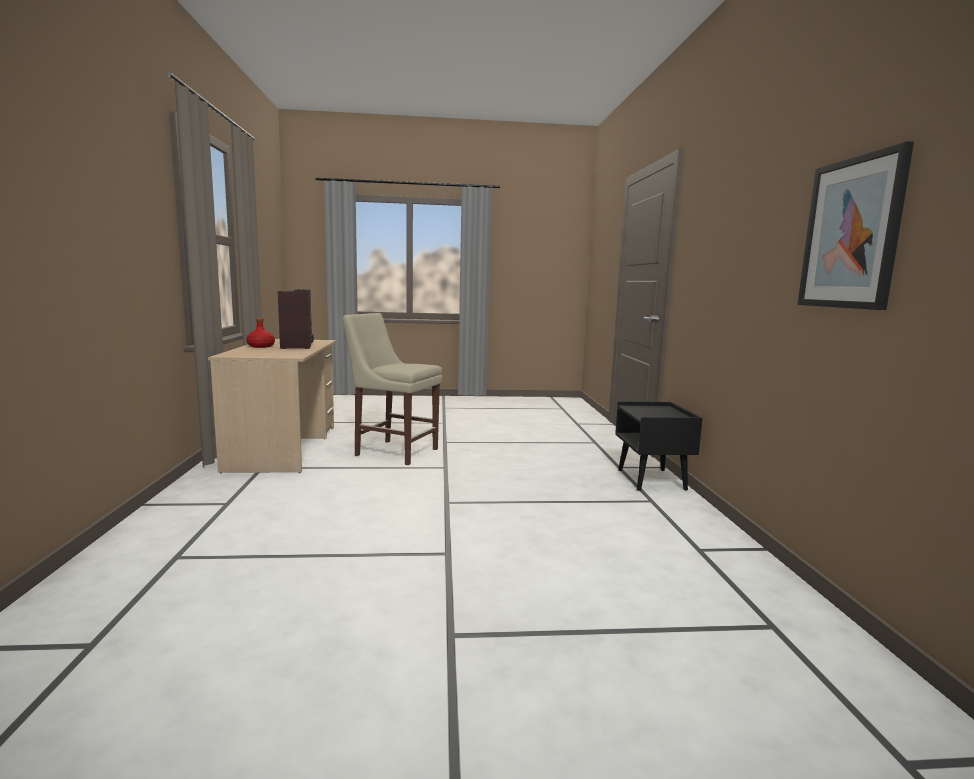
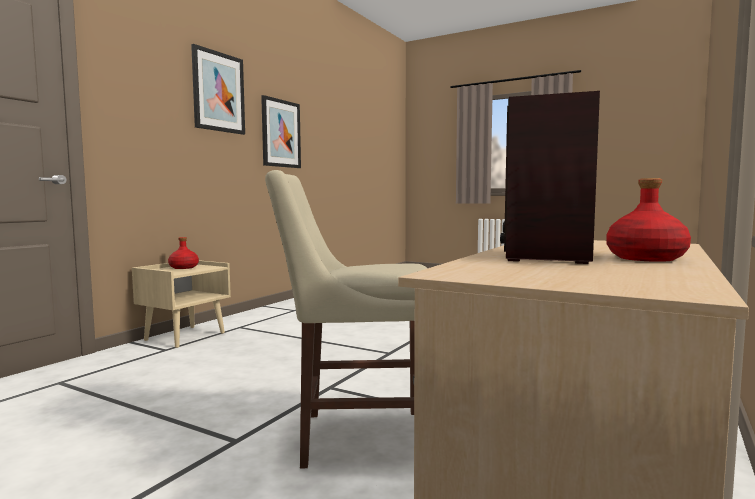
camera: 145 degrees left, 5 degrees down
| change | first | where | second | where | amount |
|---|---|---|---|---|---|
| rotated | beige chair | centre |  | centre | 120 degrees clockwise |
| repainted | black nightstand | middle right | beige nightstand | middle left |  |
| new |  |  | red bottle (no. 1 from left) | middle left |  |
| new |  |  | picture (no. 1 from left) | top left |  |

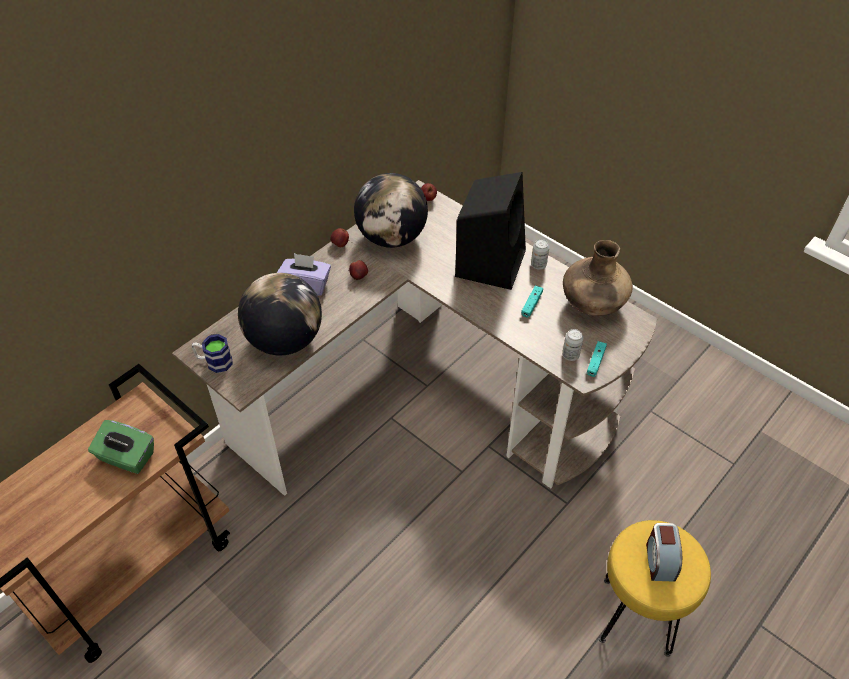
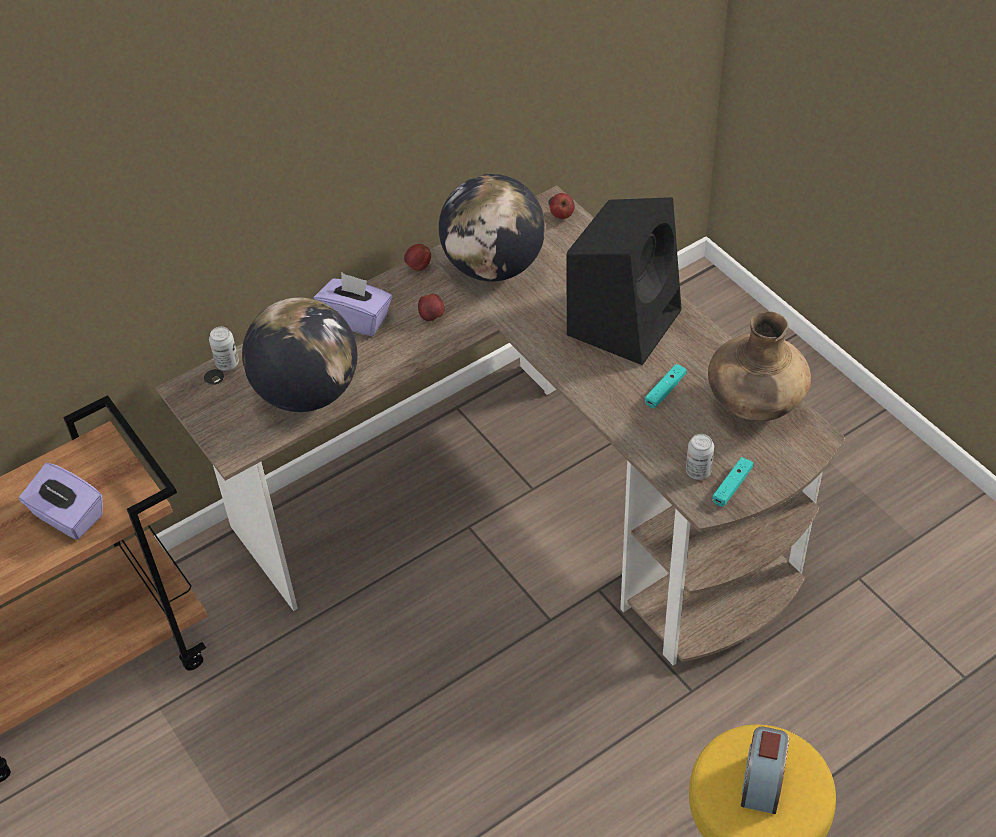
camera: 15 degrees right, 0 degrees up
| change | first | where | second | where | amount |
|---|---|---|---|---|---|
| repainted | green tissue box | middle left | purple tissue box (no. 1 from left) | middle left |  |
| gone | mug | middle left |  |  |  |
| shifted | can (no. 1 from left) | centre |  | middle left |  |

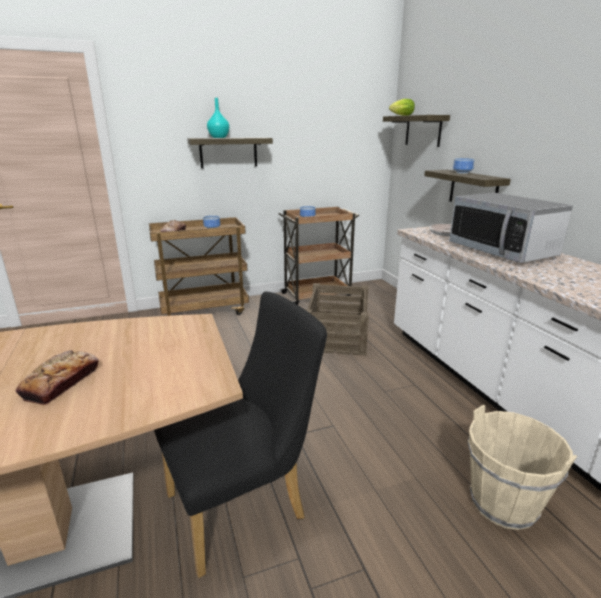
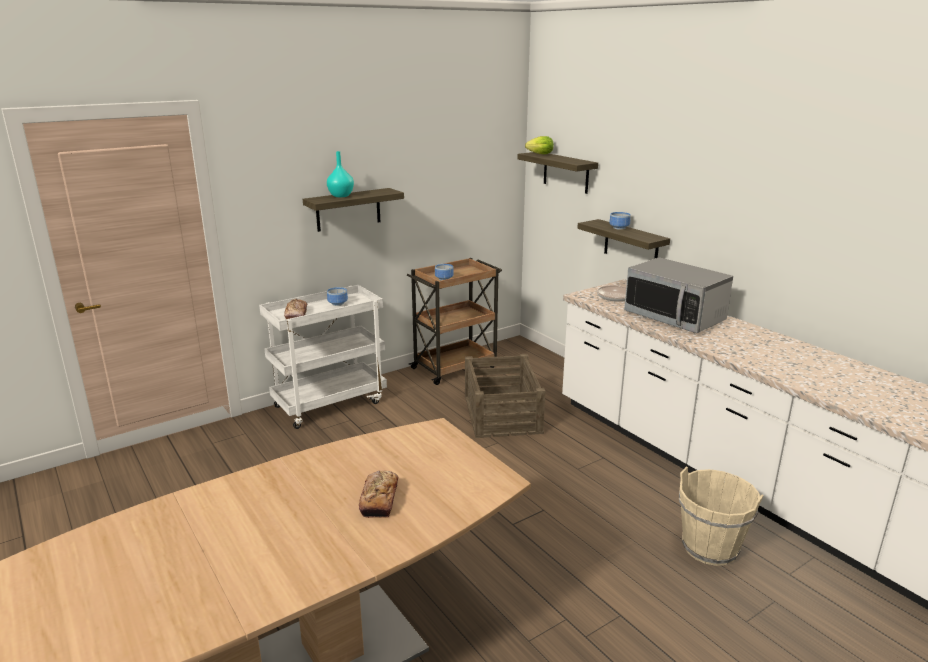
camera: 15 degrees left, 0 degrees up
| change | first | where | second | where | amount |
|---|---|---|---|---|---|
| repainted | brown cart (no. 1 from left) | middle left | white cart | centre |  |
| gone | black chair | bottom centre |  |  |  |

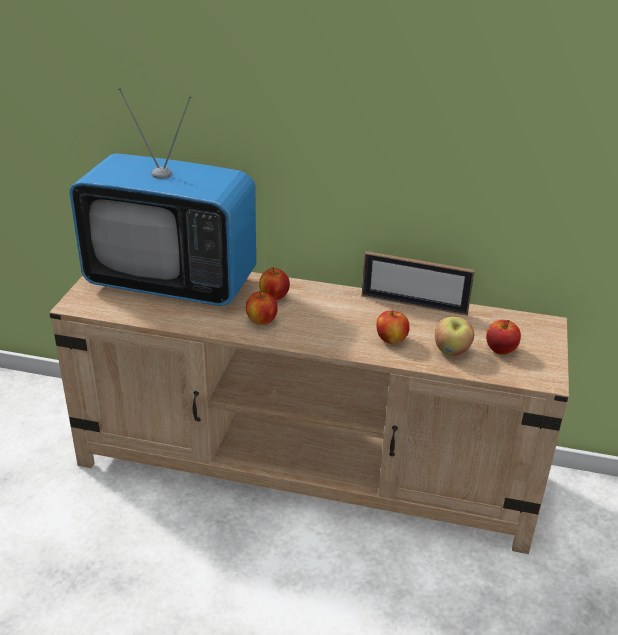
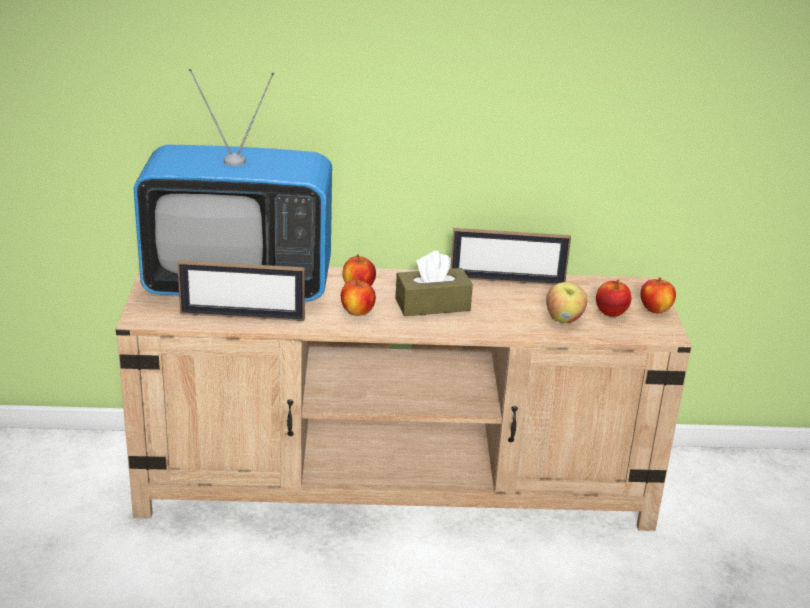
camera: 15 degrees left, 5 degrees down
| change | first | where | second | where | amount |
|---|---|---|---|---|---|
| shifted | apple (no. 3 from left in the first image) | centre | apple (no. 5 from left) | middle right |  |
| new |  |  | picture frame (no. 1 from left) | middle left |  |
| new |  |  | brown tissue box | centre |  |

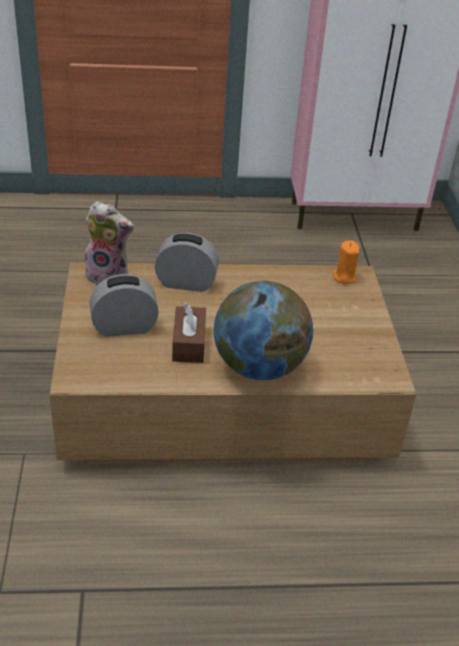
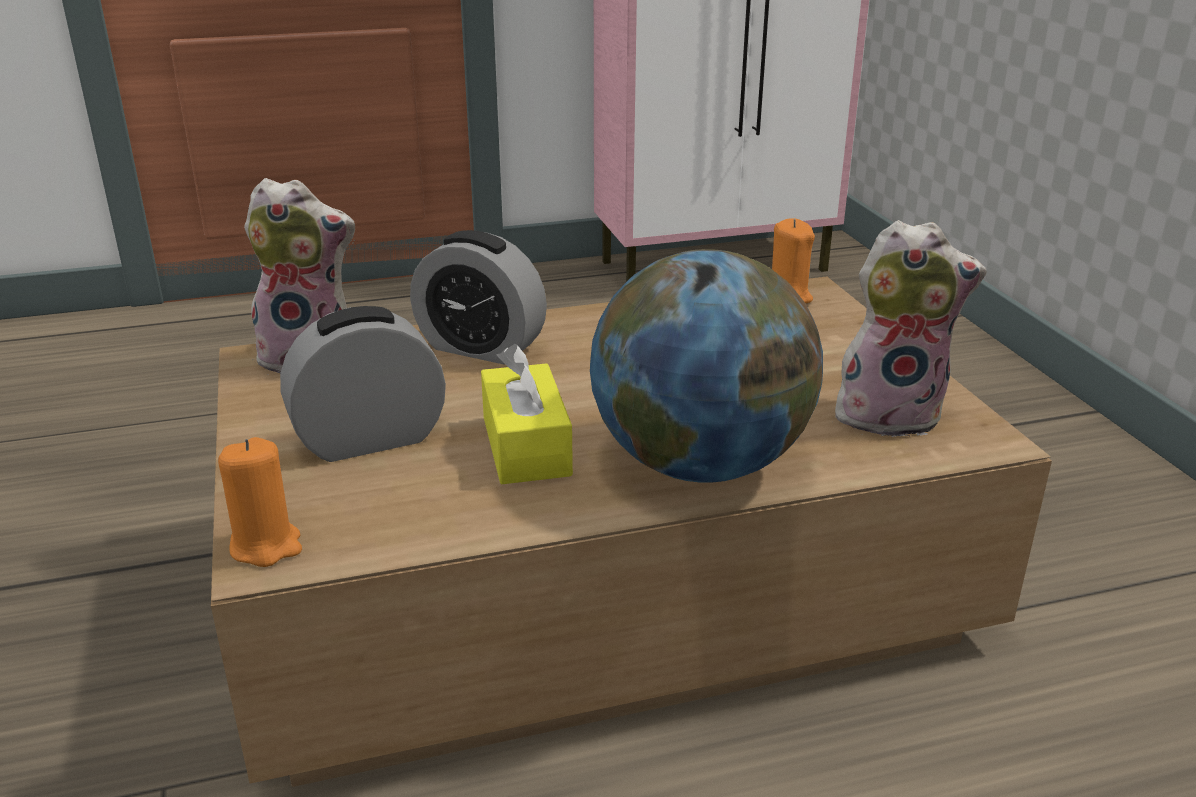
camera: 10 degrees left, 10 degrees down
| change | first | where | second | where | amount |
|---|---|---|---|---|---|
| rotated | alarm clock (no. 2 from left) | centre |  | centre | 150 degrees counterclockwise |
| repainted | brown tissue box | centre | yellow tissue box | centre |  |
| new |  |  | orange candle (no. 1 from left) | middle left |  |
| new |  |  | plush toy (no. 2 from left) | middle right |  |

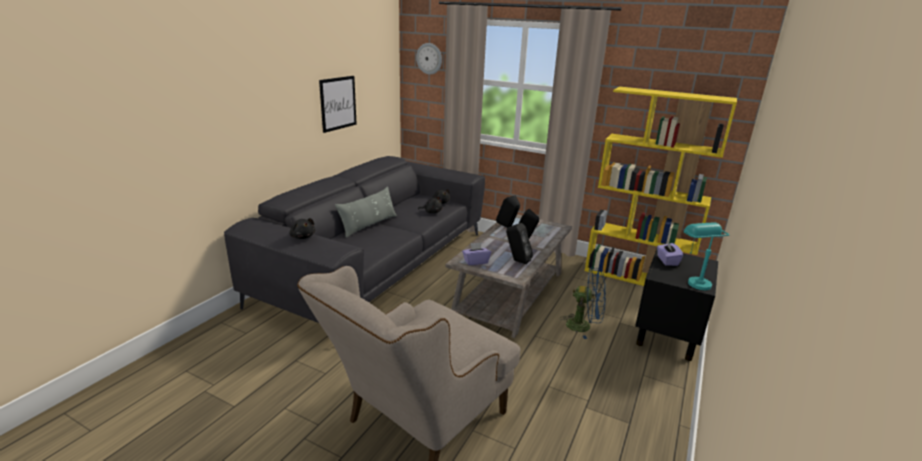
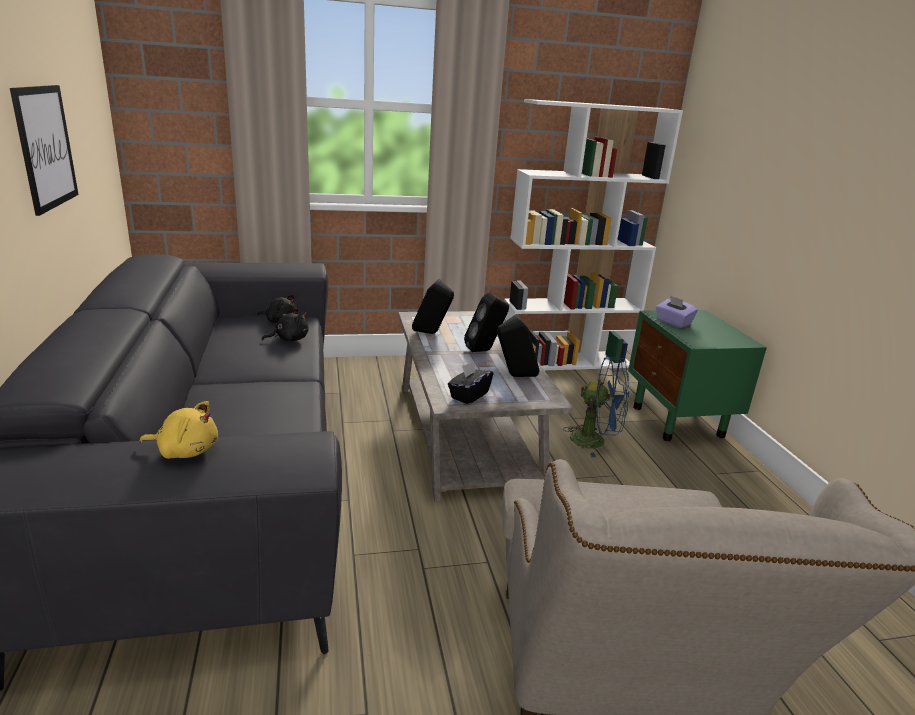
camera: 40 degrees left, 0 degrees up
| change | first | where | second | where | amount |
|---|---|---|---|---|---|
| repainted | black plush toy (no. 1 from left) | middle left | yellow plush toy | middle left |  |
| gone | grey pillow | centre |  |  |  |
| gone | wall clock | top centre |  |  |  |
| repainted | purple tissue box (no. 1 from left) | centre | black tissue box | centre |  |
| rotated | blue fan | centre |  | centre | 45 degrees clockwise |
| repainted | yellow bookcase | middle right | white bookcase | top centre |  |
| repainted | black nightstand | middle right | green nightstand | middle right |  |
| gone | turquoise table lamp | middle right |  |  |  |

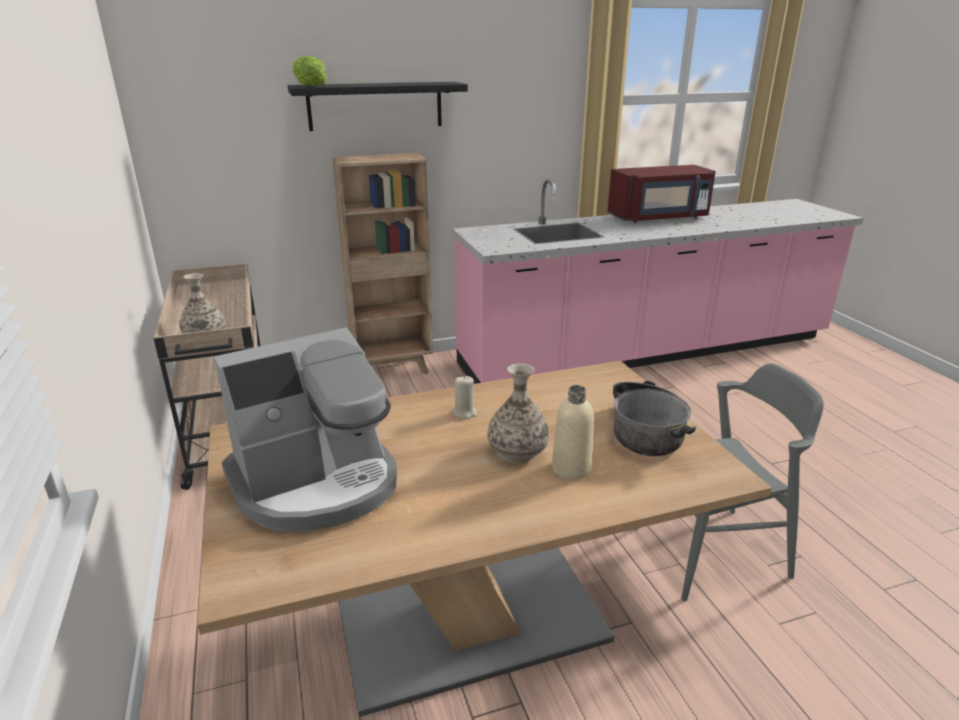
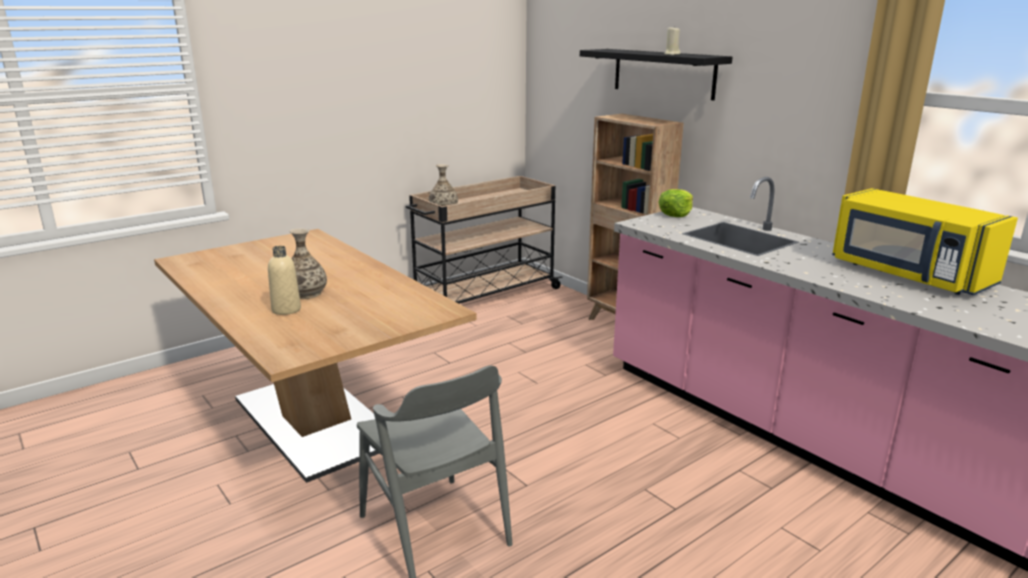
camera: 70 degrees right, 5 degrees down
| change | first | where | second | where | amount |
|---|---|---|---|---|---|
| gone | coffee machine | middle left |  |  |  |
| shifted | lettuce | top left |  | centre |  |
| shifted | beige candle | centre |  | top centre |  |
| repainted | red microwave | top right | yellow microwave | middle right |  |
| gone | cooking pot | middle right |  |  |  |

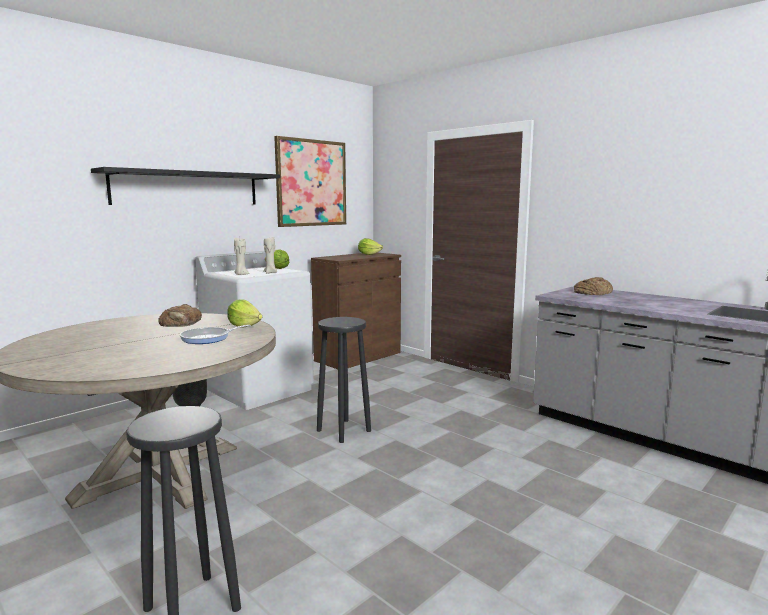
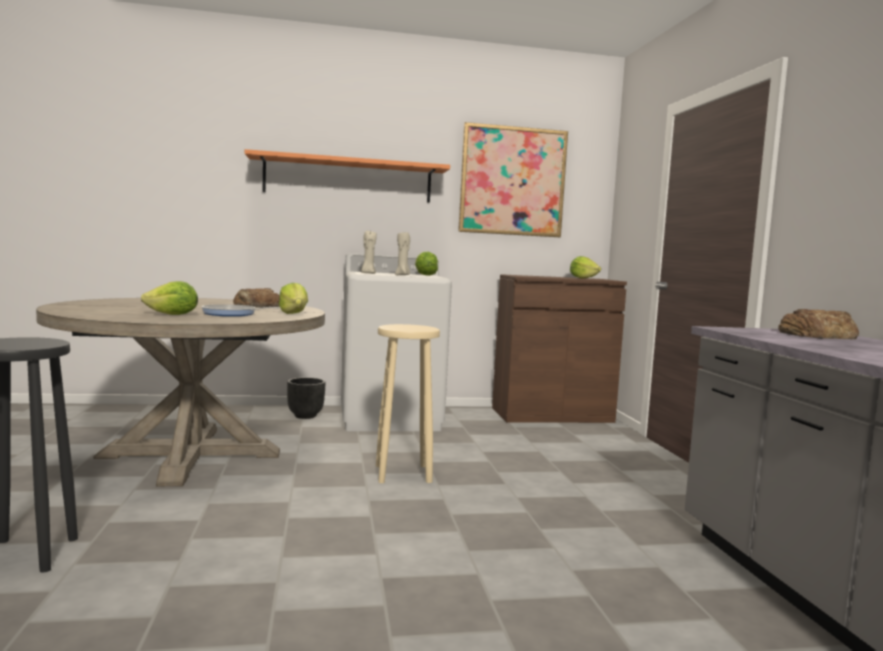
camera: 35 degrees right, 5 degrees down
| change | first | where | second | where | amount |
|---|---|---|---|---|---|
| repainted | black shelf | top left | orange shelf | top centre |  |
| repainted | black stool (no. 2 from left) | centre | beige stool | centre |  |
| new |  |  | lettuce (no. 1 from left) | middle left |  |

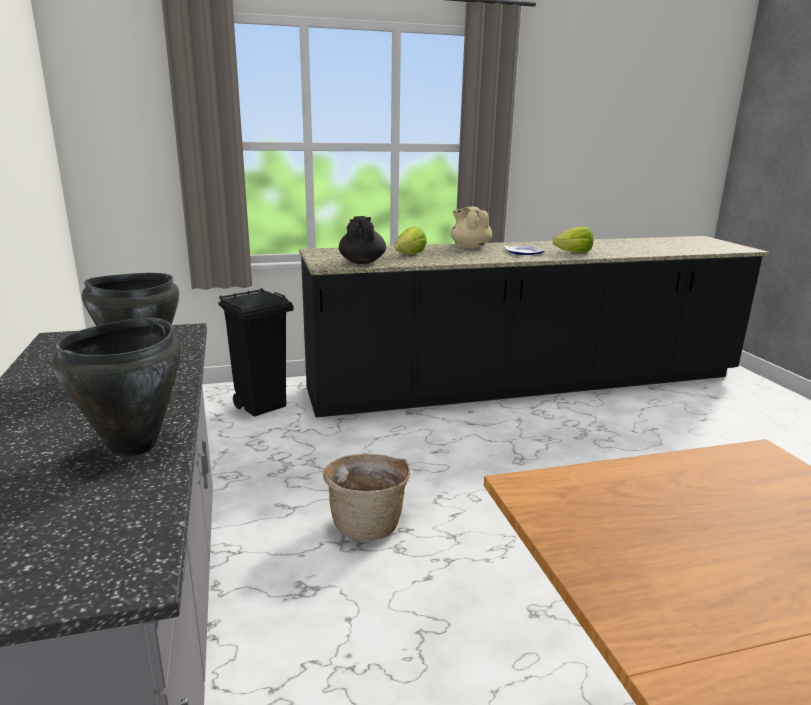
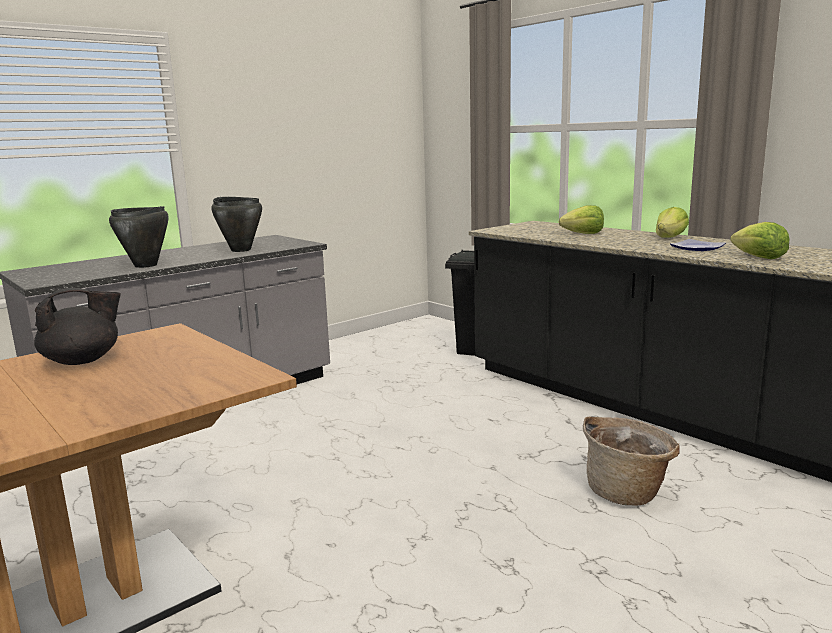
camera: 65 degrees right, 5 degrees down
| change | first | where | second | where | amount |
|---|---|---|---|---|---|
| shifted | basket | bottom centre |  | bottom right |  |
| shifted | black teapot | centre |  | middle left |  |
| swapped | beige teapot | top centre | lettuce (no. 2 from left) | middle right |  |

